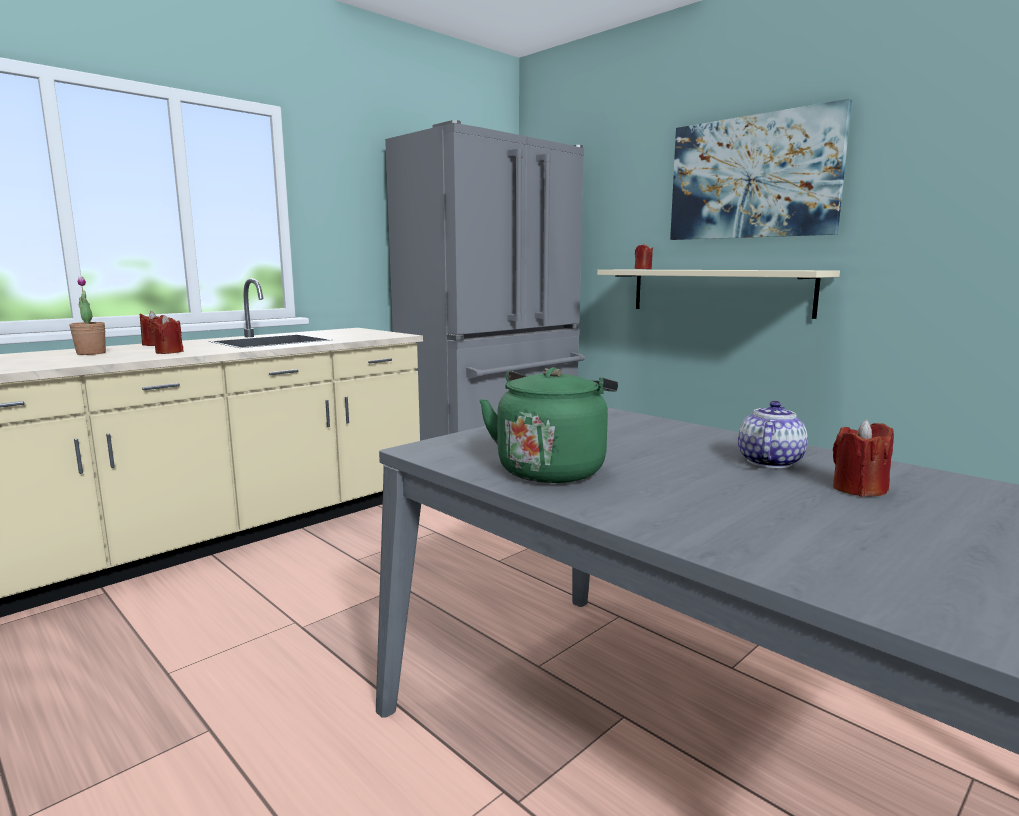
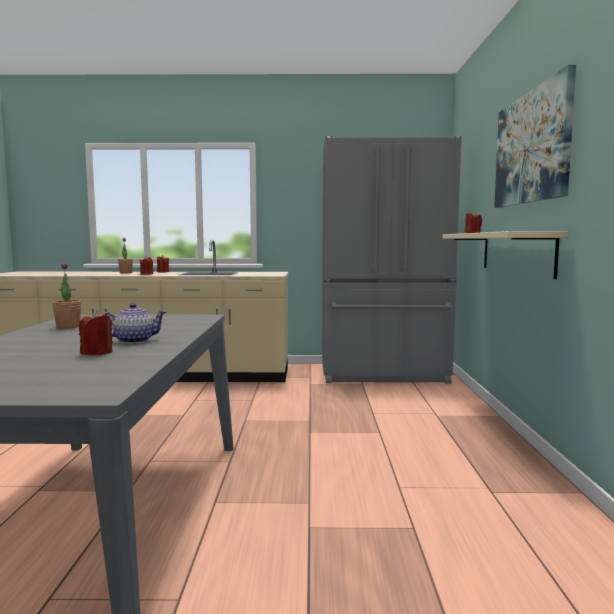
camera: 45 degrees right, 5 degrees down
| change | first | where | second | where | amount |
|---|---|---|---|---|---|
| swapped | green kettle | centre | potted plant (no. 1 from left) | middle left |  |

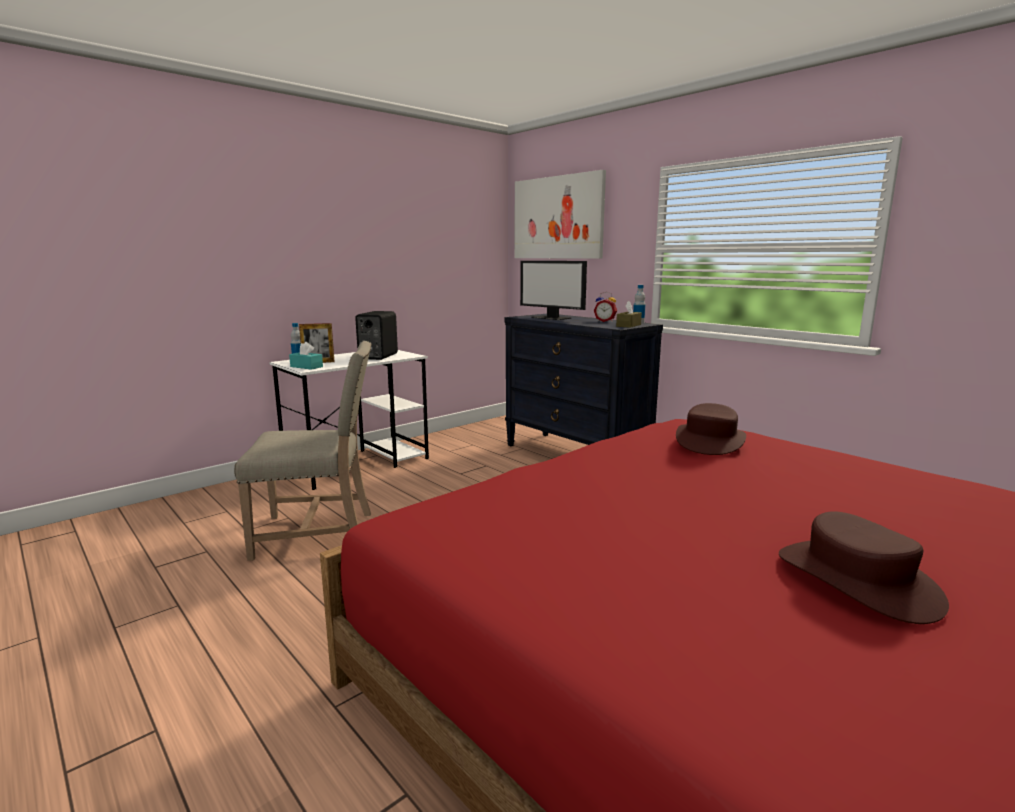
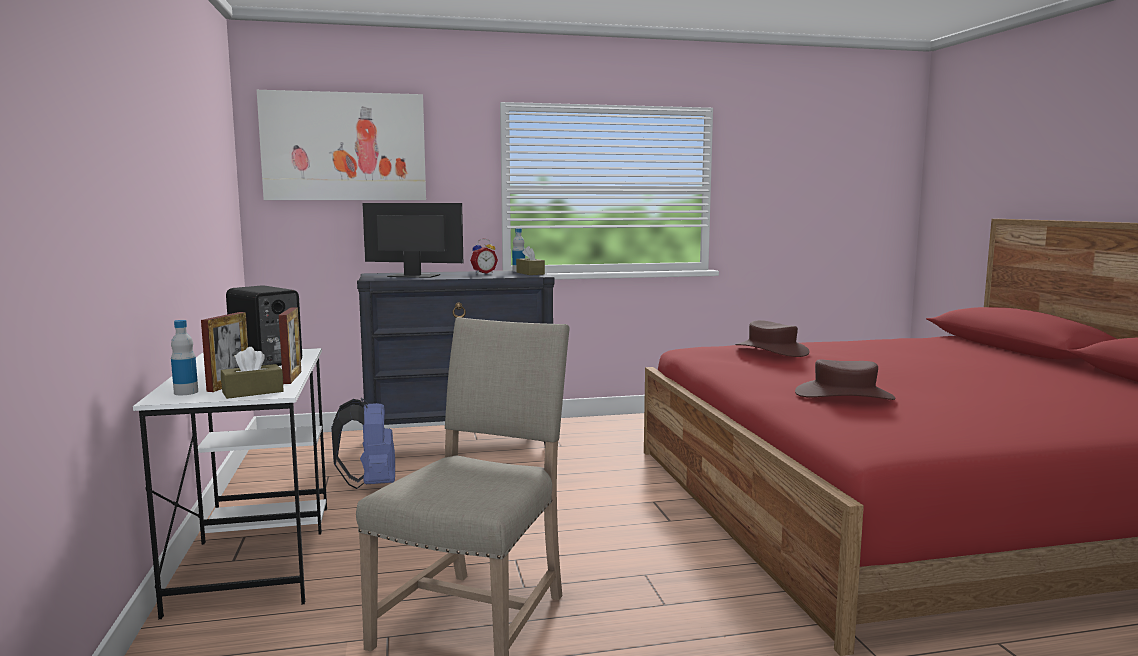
camera: 60 degrees left, 5 degrees down
| change | first | where | second | where | amount |
|---|---|---|---|---|---|
| repainted | turquoise tissue box | middle left | brown tissue box (no. 1 from left) | middle left |  |
| rotated | monitor | centre |  | centre | 150 degrees counterclockwise |
| shifted | brown hat (no. 2 from left) | bottom right |  | middle right |  |
| new |  |  | picture frame (no. 2 from left) | middle left |  |
| new |  |  | blue backpack | bottom left |  |

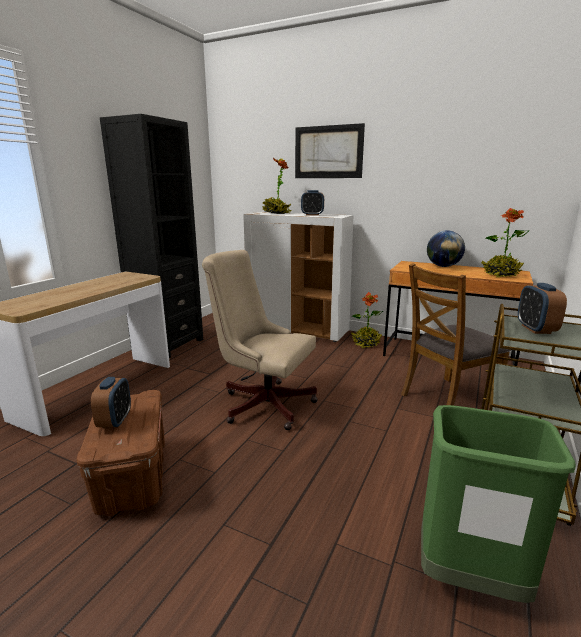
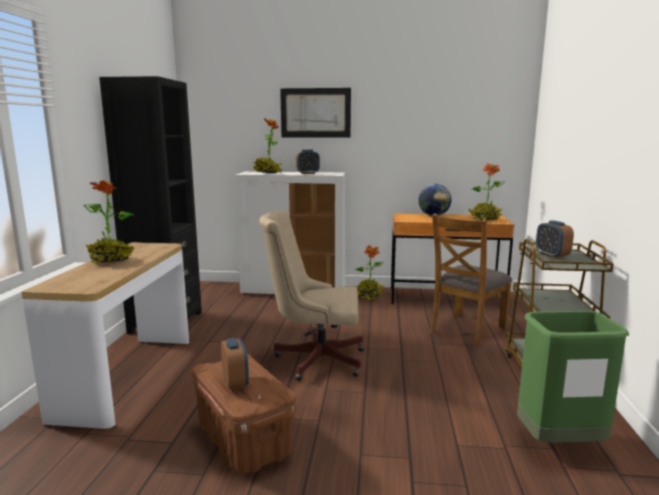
camera: 20 degrees left, 5 degrees down
| change | first | where | second | where | amount |
|---|---|---|---|---|---|
| new |  |  | potted plant (no. 1 from left) | middle left |  |

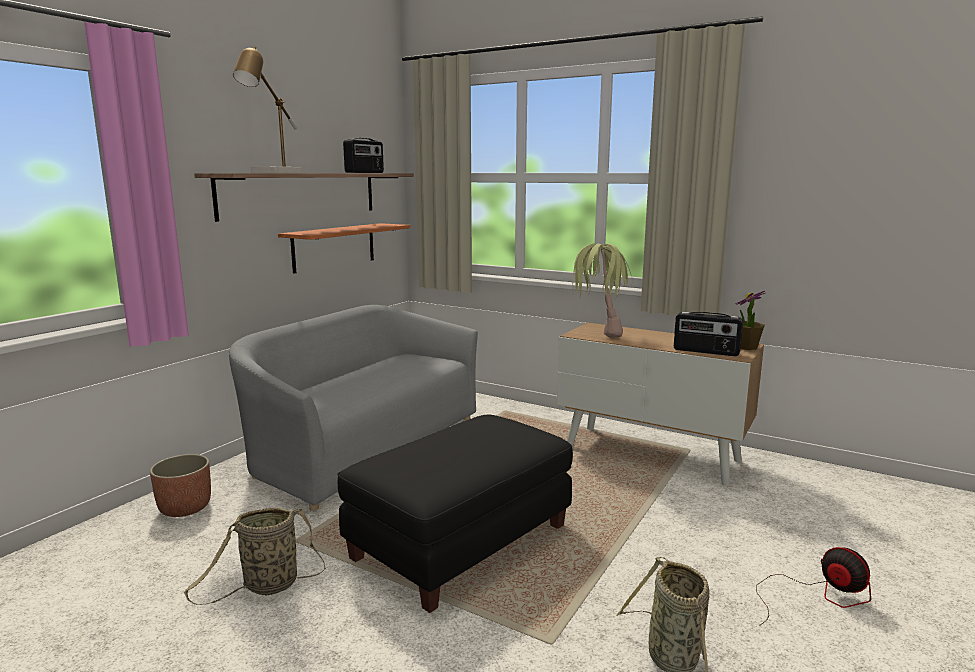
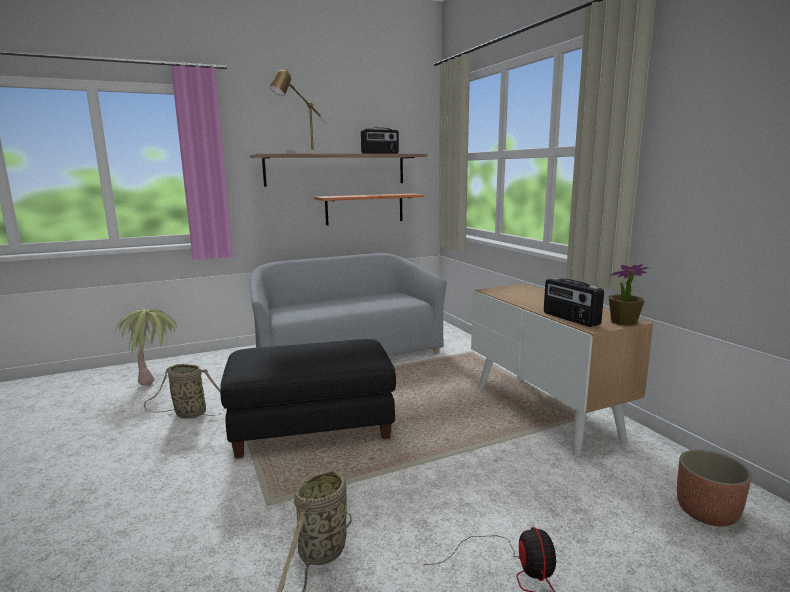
camera: 35 degrees right, 0 degrees up
| change | first | where | second | where | amount |
|---|---|---|---|---|---|
| shifted | planter | bottom left |  | bottom right |  |
| shifted | potted plant (no. 1 from left) | centre |  | middle left |  |

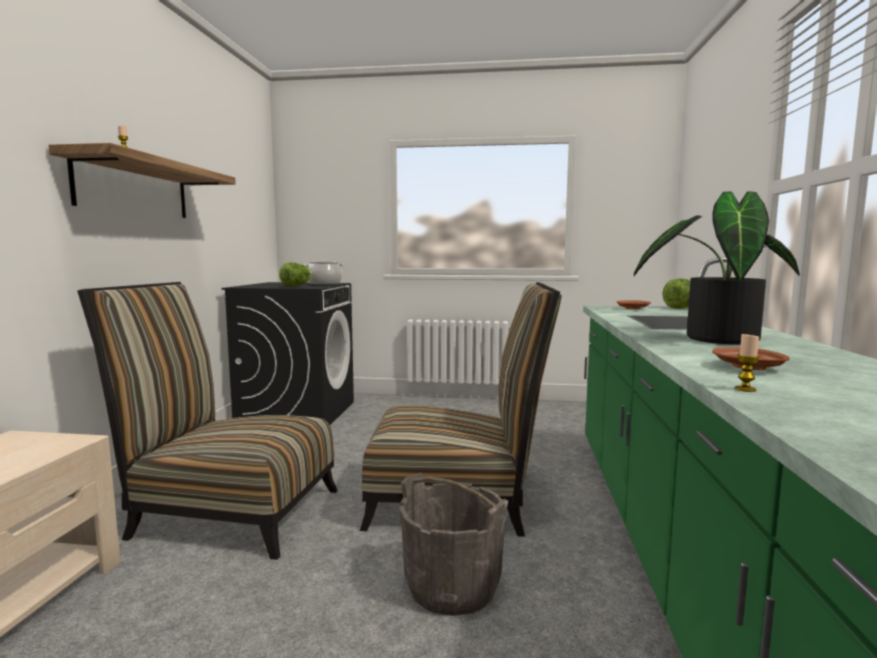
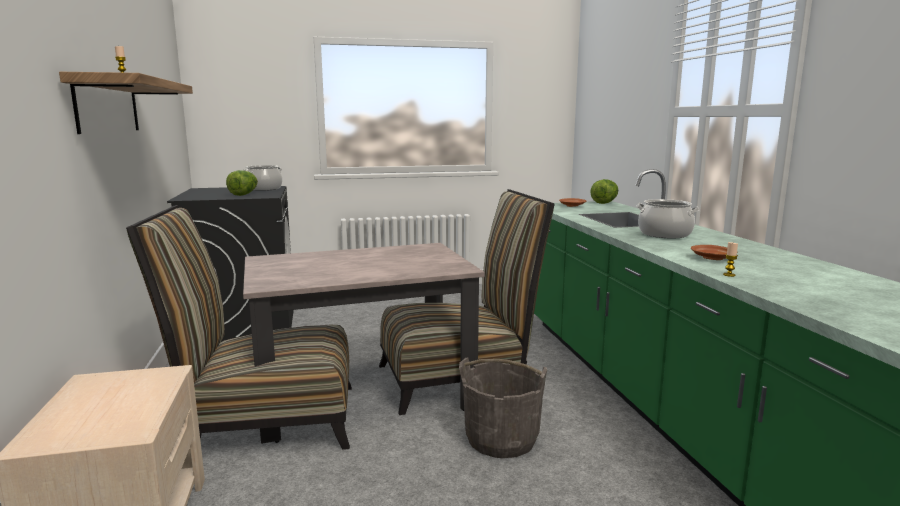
camera: 20 degrees left, 5 degrees up
| change | first | where | second | where | amount |
|---|---|---|---|---|---|
| swapped | potted plant | middle right | cooking pot (no. 2 from left) | middle right |  |
| new |  |  | beige dining table | bottom centre |  |

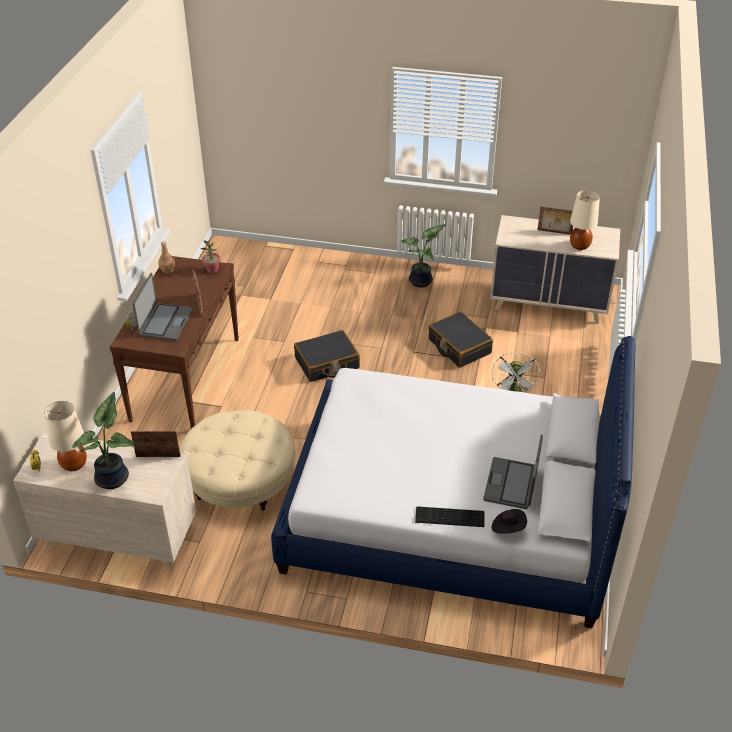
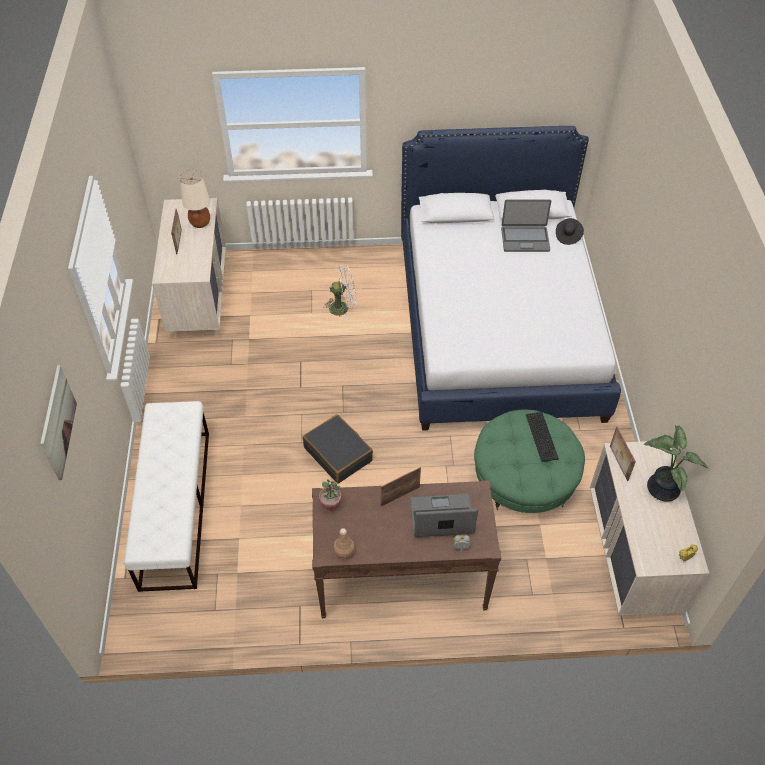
camera: 105 degrees left, 10 degrees up
| change | first | where | second | where | amount |
|---|---|---|---|---|---|
| gone | beige table lamp (no. 1 from left) | middle left |  |  |  |
| repainted | beige ottoman | middle left | green ottoman | middle right |  |
| gone | potted plant (no. 3 from left) | centre |  |  |  |
| shifted | keyboard | bottom centre |  | middle right |  |
| gone | black suitcase (no. 2 from left) | centre |  |  |  |
| new |  |  | picture | middle left |  |
| new |  |  | white bench | middle left |  |

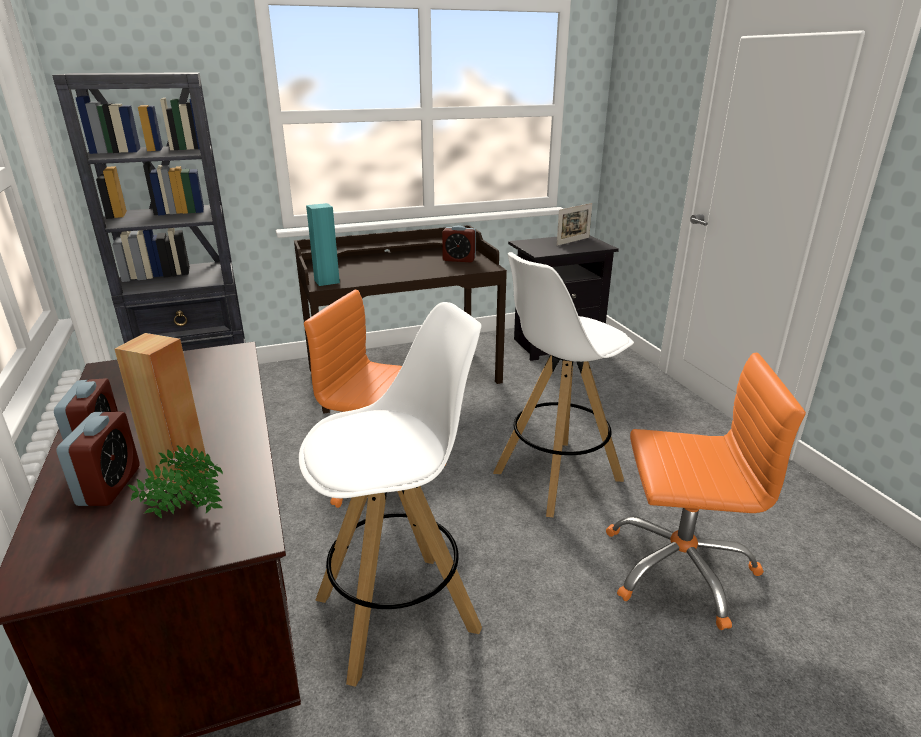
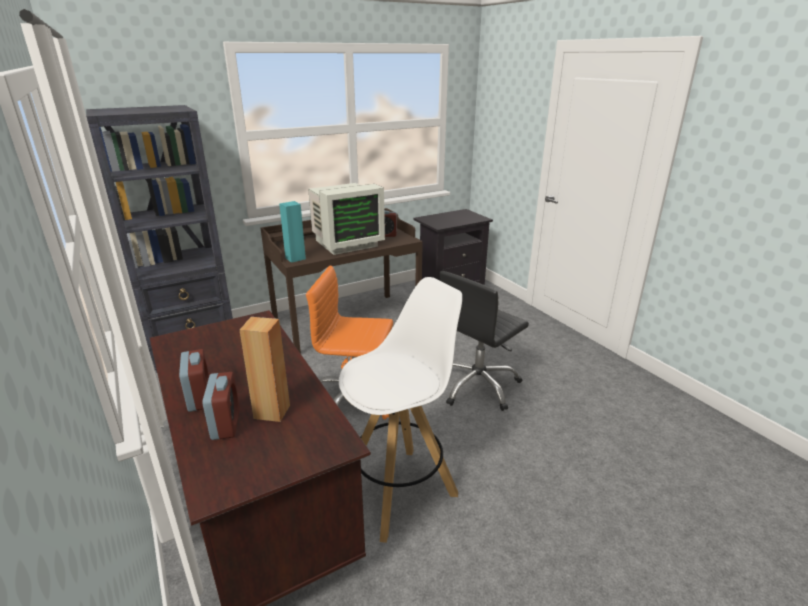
camera: 10 degrees left, 0 degrees up
| change | first | where | second | where | amount |
|---|---|---|---|---|---|
| gone | potted plant | middle left |  |  |  |
| swapped | white stool (no. 2 from left) | centre | black office chair | centre |  |
| gone | picture frame | top centre |  |  |  |
| gone | orange office chair (no. 2 from left) | middle right |  |  |  |
| new |  |  | monitor | centre |  |

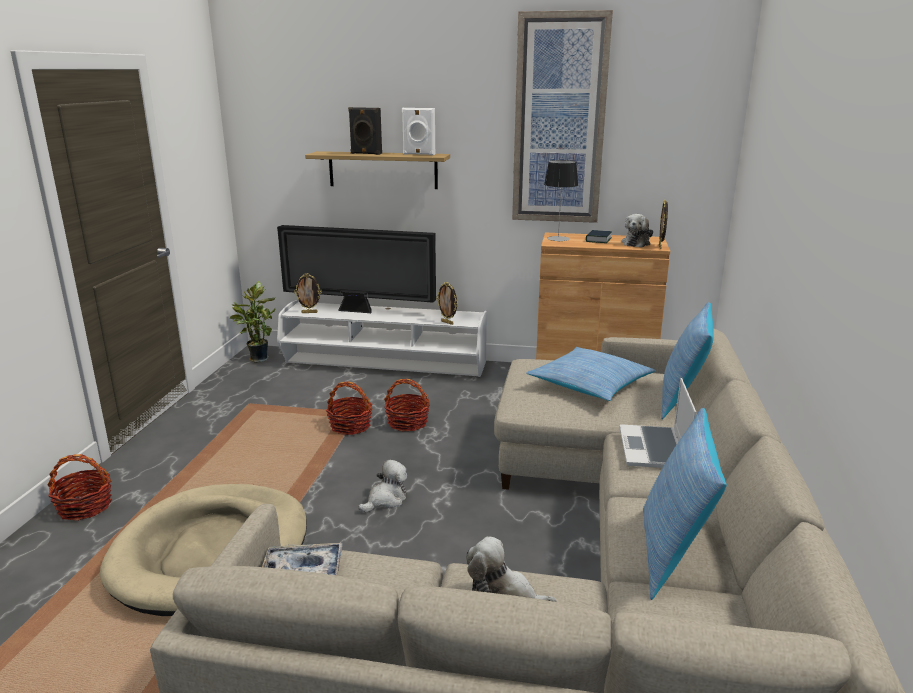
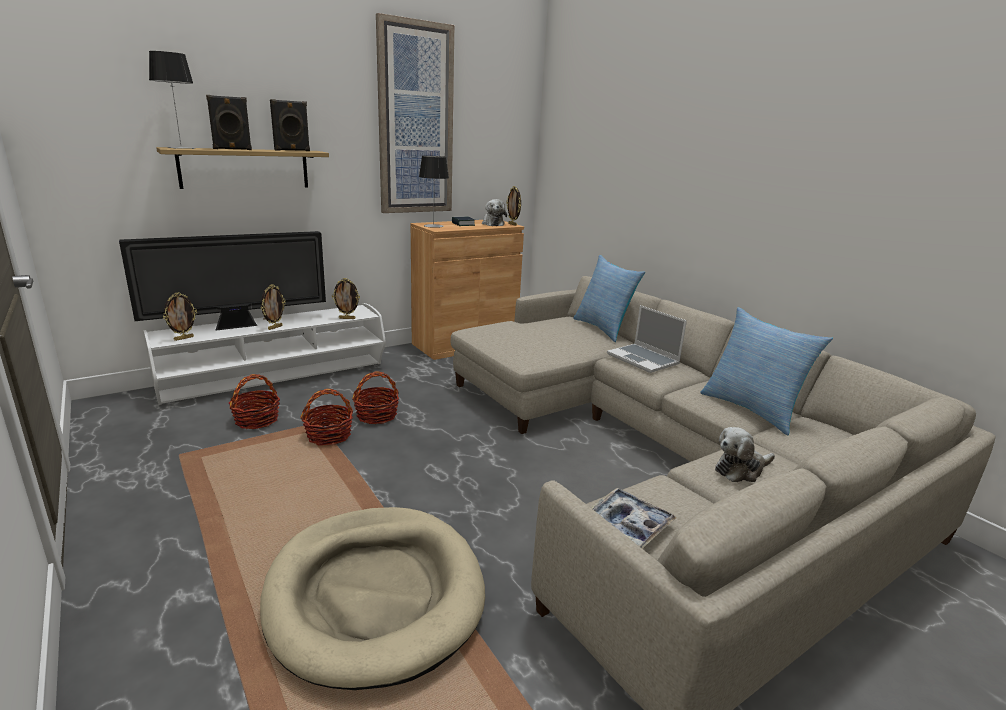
camera: 45 degrees left, 0 degrees up
| change | first | where | second | where | amount |
|---|---|---|---|---|---|
| shifted | basket (no. 1 from left) | bottom left |  | middle left |  |
| gone | potted plant | middle left |  |  |  |
| gone | plush toy (no. 1 from left) | bottom centre |  |  |  |
| repainted | white speaker | top centre | black speaker (no. 2 from left) | top left |  |
| gone | pillow (no. 1 from left) | centre |  |  |  |
| new |  |  | table lamp (no. 1 from left) | top left |  |
| new |  |  | picture frame (no. 2 from left) | middle left |  |

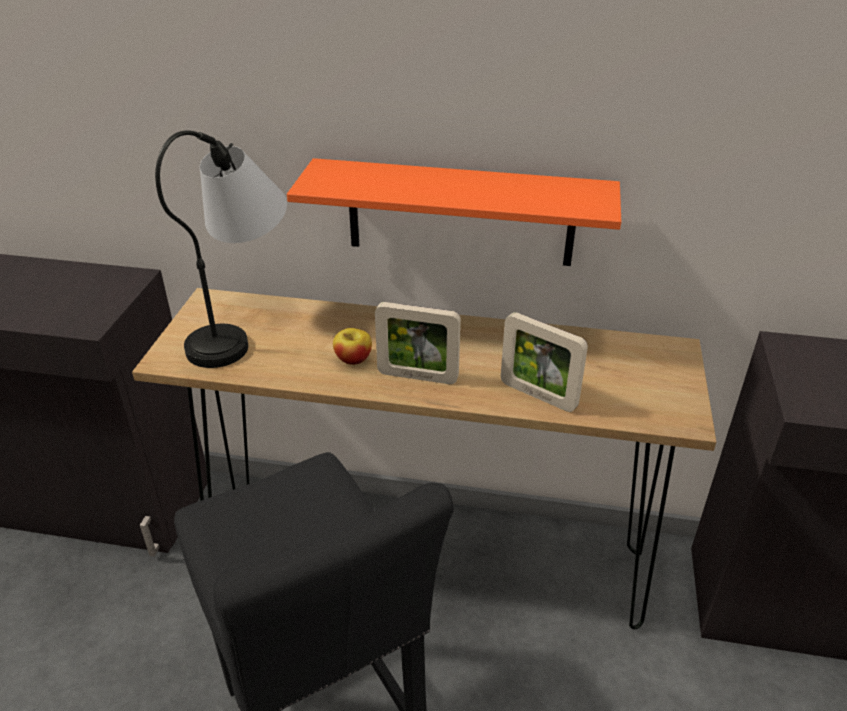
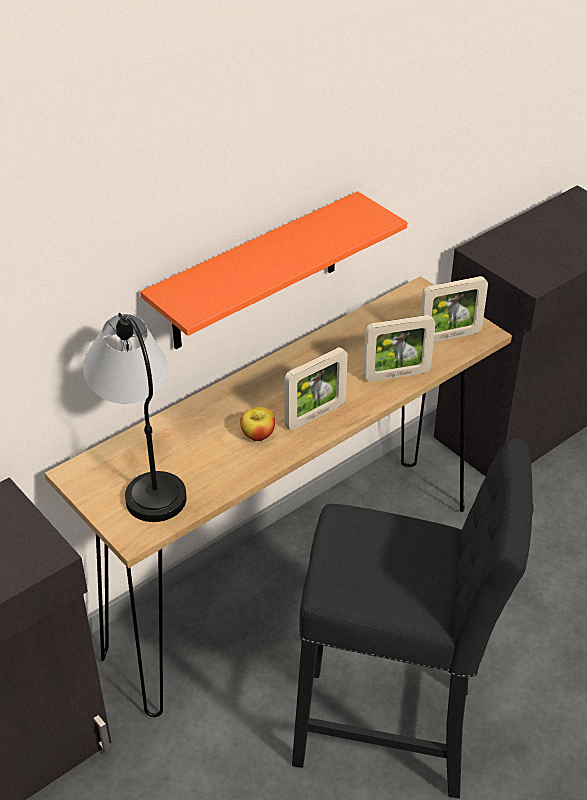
camera: 50 degrees left, 5 degrees up
| change | first | where | second | where | amount |
|---|---|---|---|---|---|
| new |  |  | picture frame (no. 3 from left) | middle right |  |

